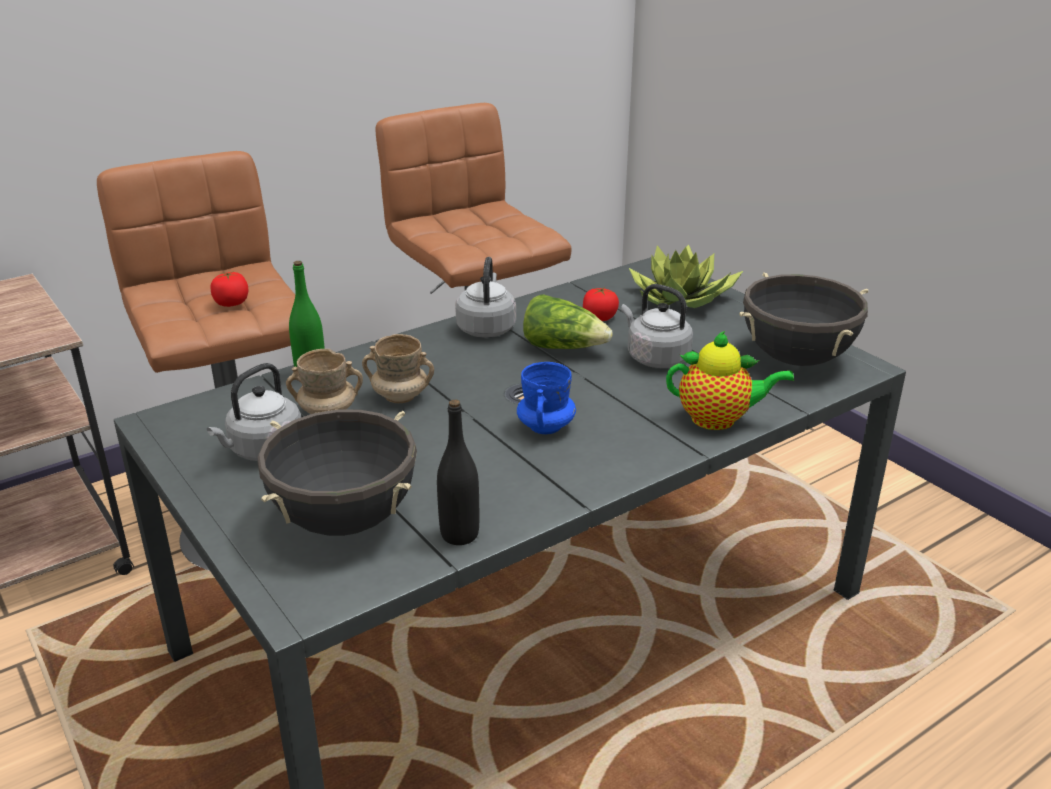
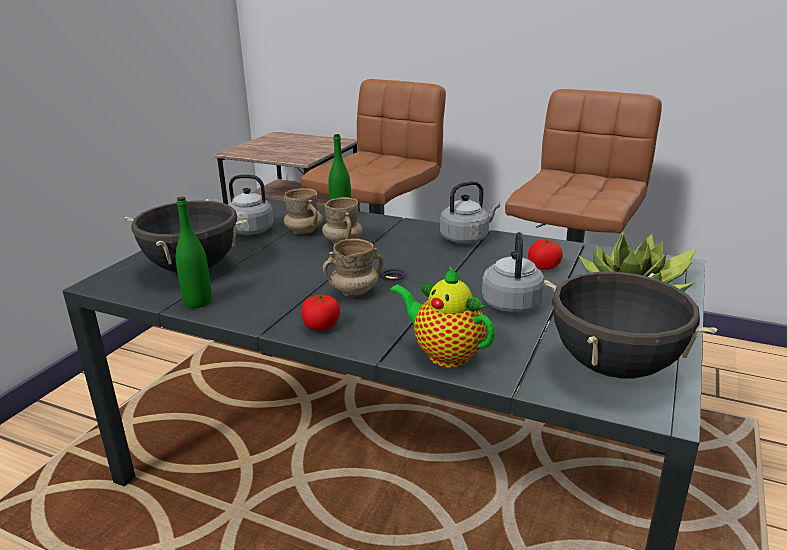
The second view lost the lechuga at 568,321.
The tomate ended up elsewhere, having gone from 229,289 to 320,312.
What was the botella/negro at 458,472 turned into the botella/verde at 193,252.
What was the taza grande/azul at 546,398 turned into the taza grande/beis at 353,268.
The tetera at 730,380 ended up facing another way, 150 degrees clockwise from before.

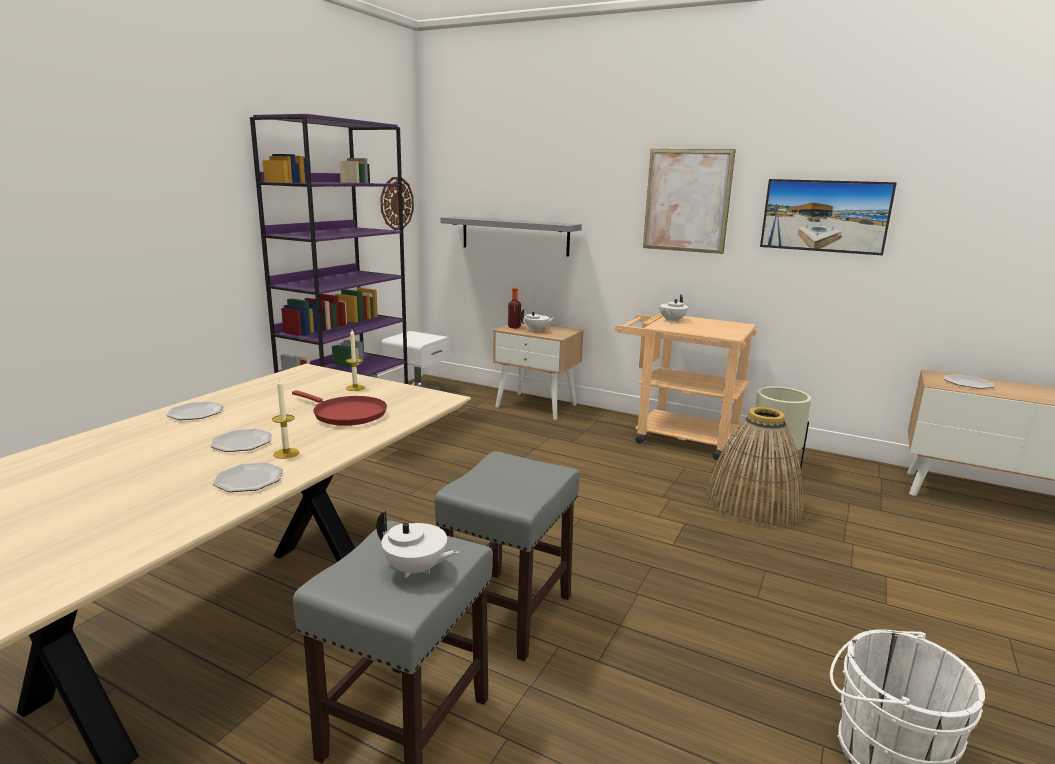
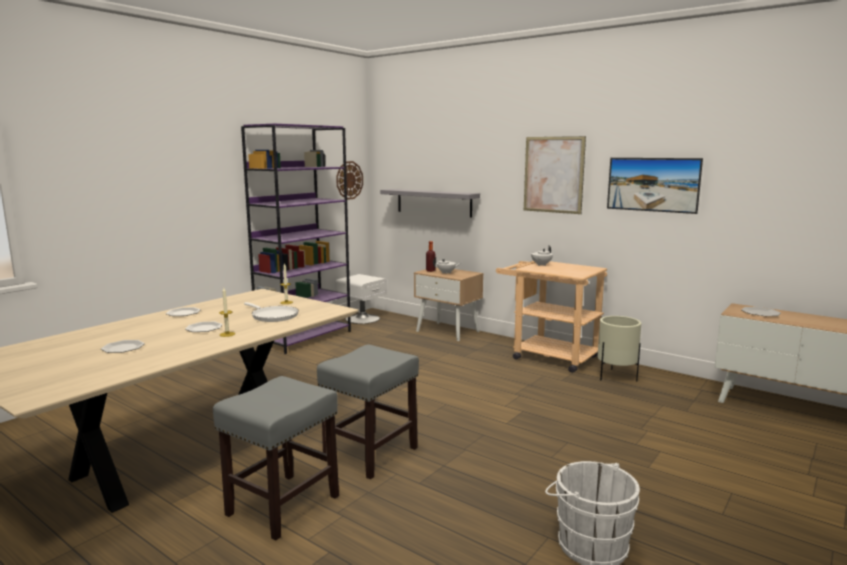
The second view lost the tetera/blanco at 417,544.
The second view lost the cesta at 755,467.
The plato ended up elsewhere, having gone from 248,477 to 123,346.
What was the sartén/rojo at 339,408 turned into the sartén/blanco at 271,312.

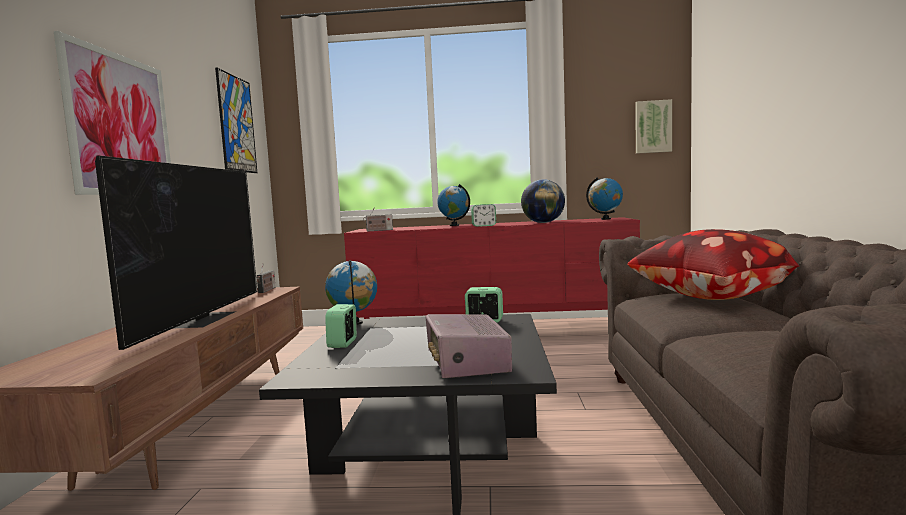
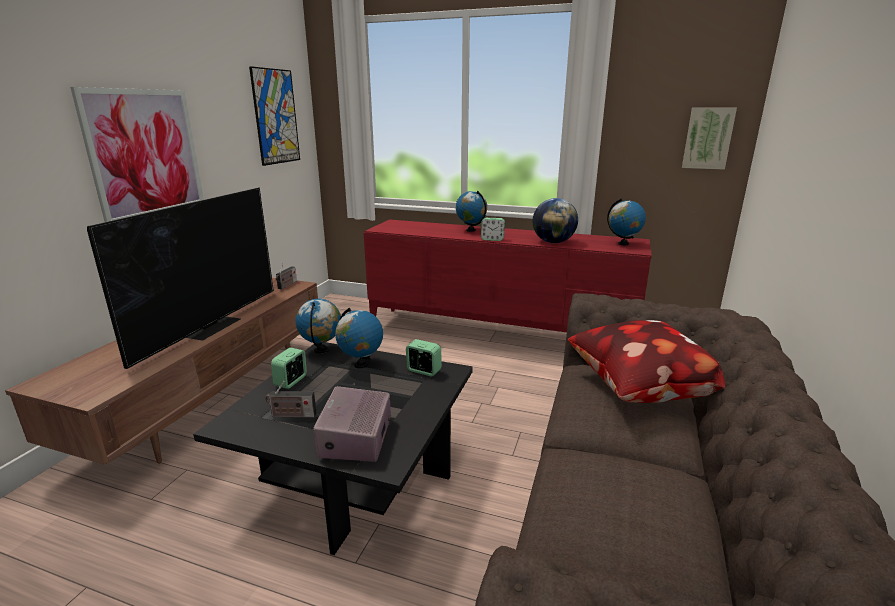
The second view gained the globo terráqueo at 359,338.
The radio ended up elsewhere, having gone from 378,219 to 290,399.

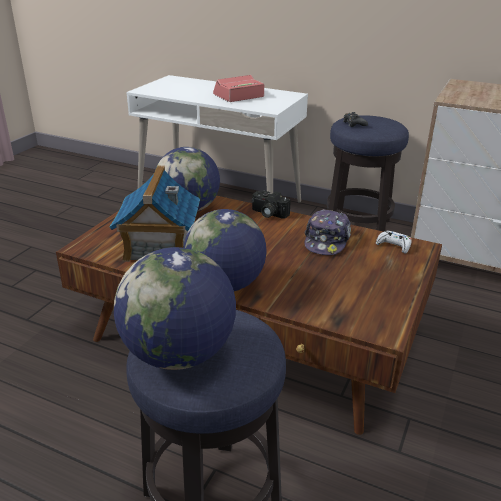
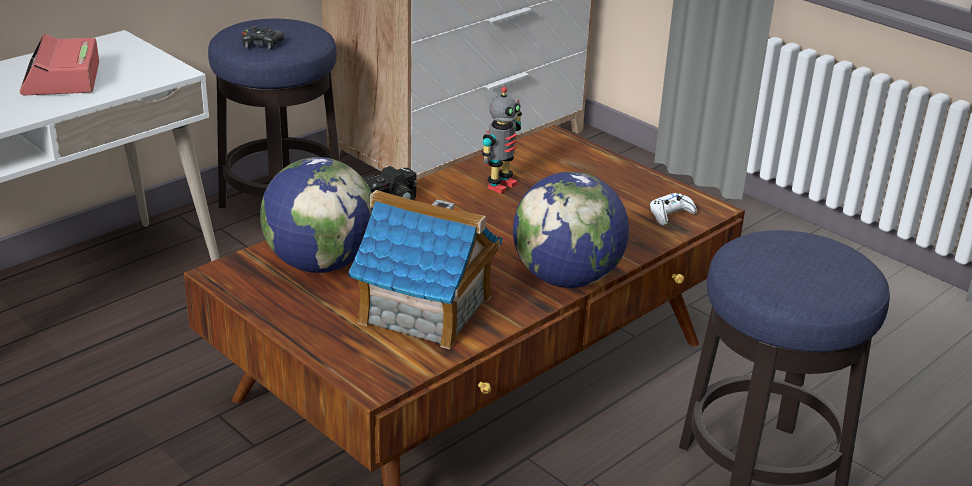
The second view lost the globo terráqueo at 175,308.
The mando de consola/blanco ended up elsewhere, having gone from 394,242 to 673,209.
Where the gorra stood at 327,232, the robot de juguete came to stand at 501,140.

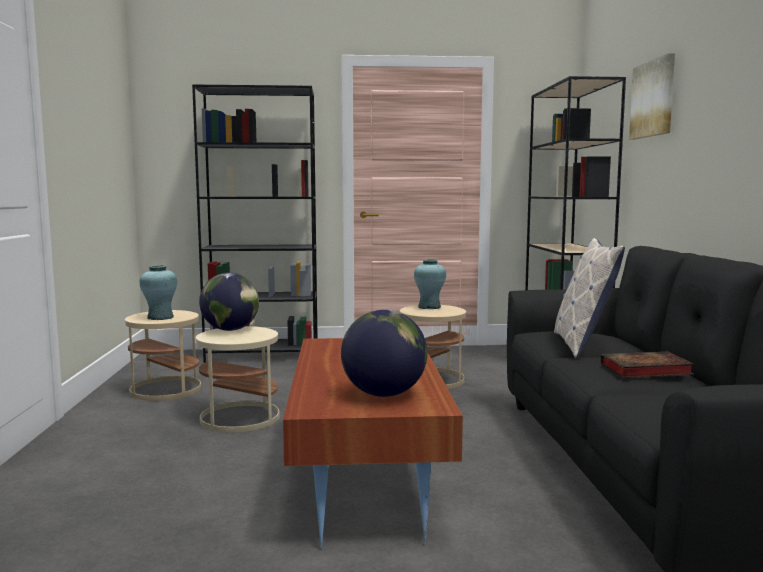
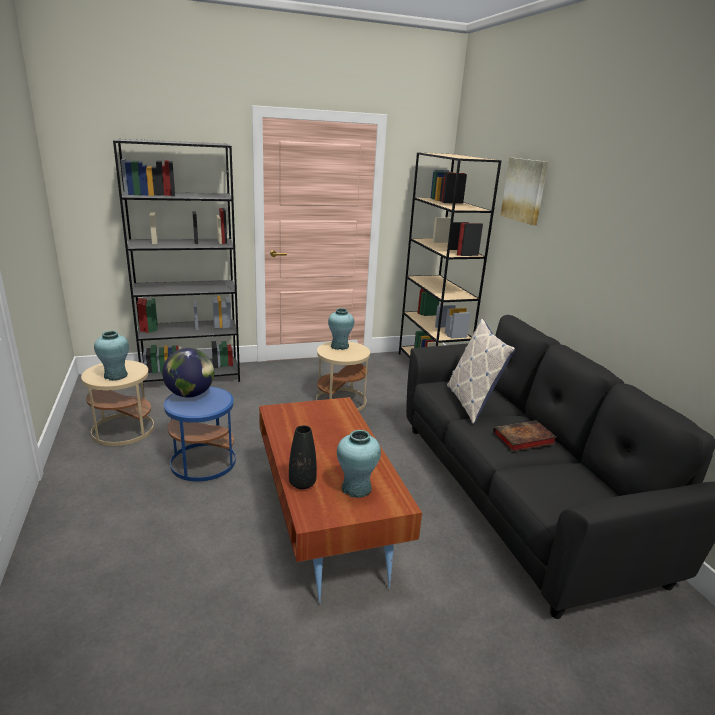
The second view gained the florero/negro at 303,457.
Where the globo terráqueo stood at 384,353, the florero/turquesa came to stand at 359,464.
What was the mesa auxiliar/beis at 238,379 turned into the mesa auxiliar/azul at 200,434.

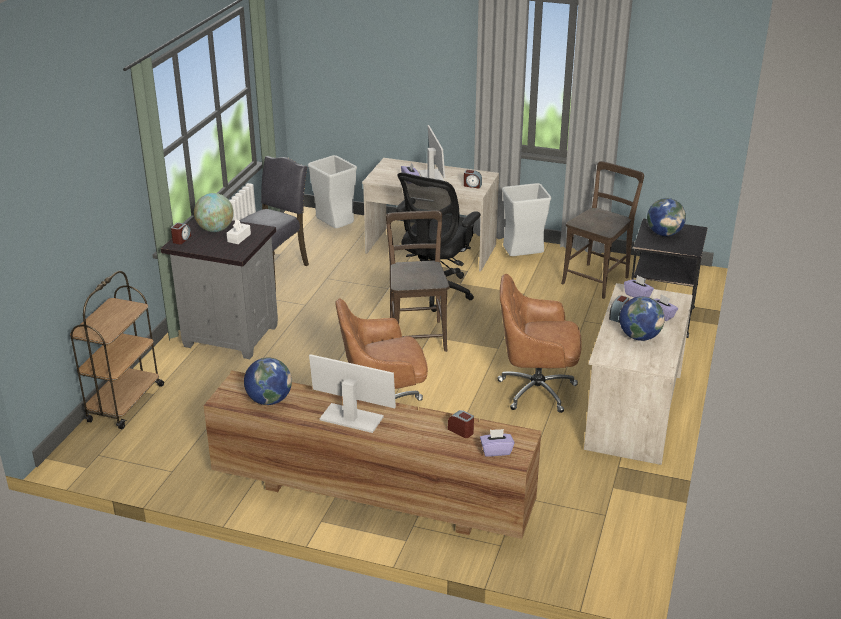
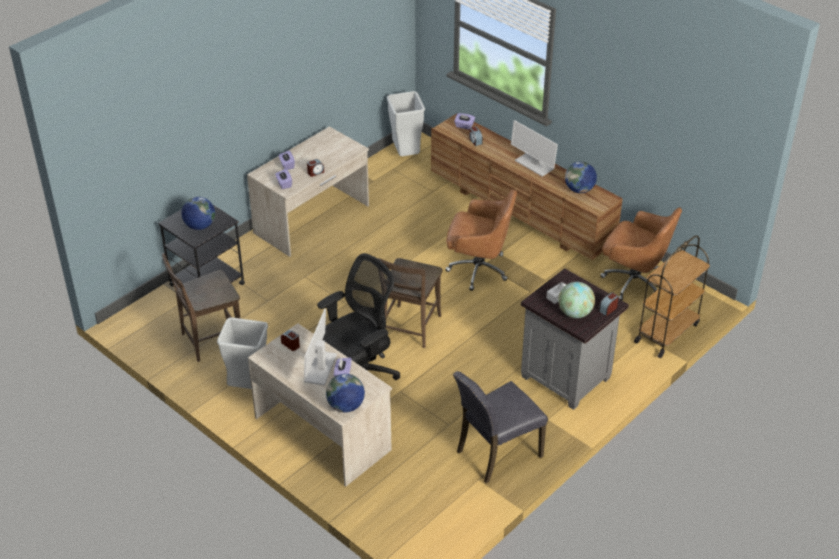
The papelera/gris ended up elsewhere, having gone from 332,191 to 406,123.
The silla de oficina/marrón ended up elsewhere, having gone from 539,343 to 641,253.
The globo terráqueo ended up elsewhere, having gone from 642,318 to 345,393.

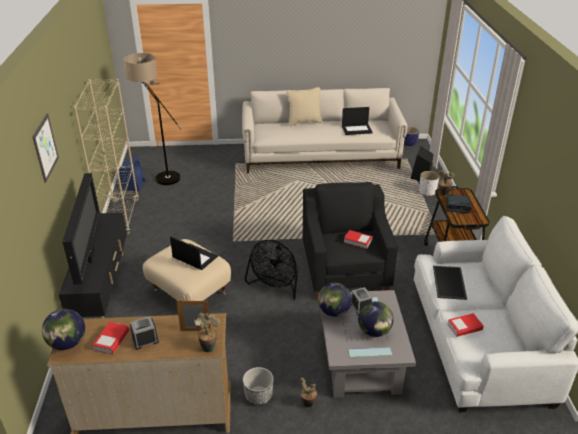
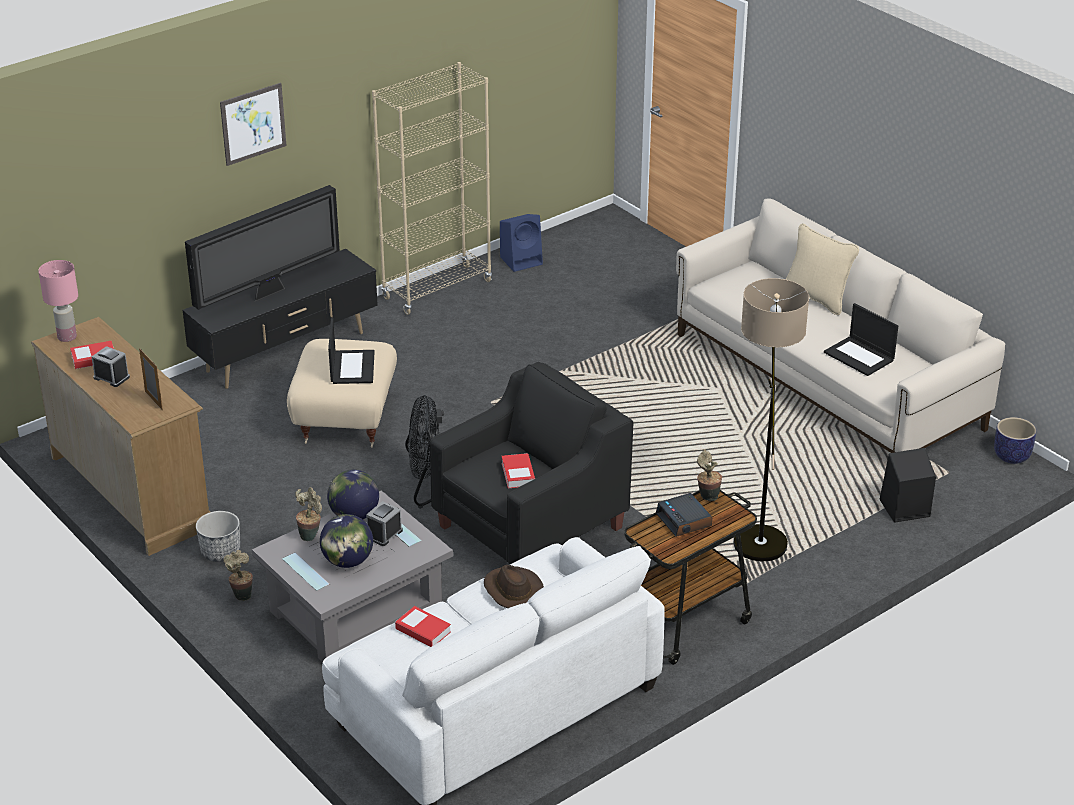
The second view lost the maceta/blanco at 429,183.
The lámpara de pie ended up elsewhere, having gone from 153,119 to 771,420.
The planta en maceta ended up elsewhere, having gone from 207,333 to 309,514.
Where the globo terráqueo stood at 63,329, the lámpara de mesa/rosa came to stand at 58,301.
Where the bandeja stood at 450,283, the sombrero/marrón came to stand at 514,586.

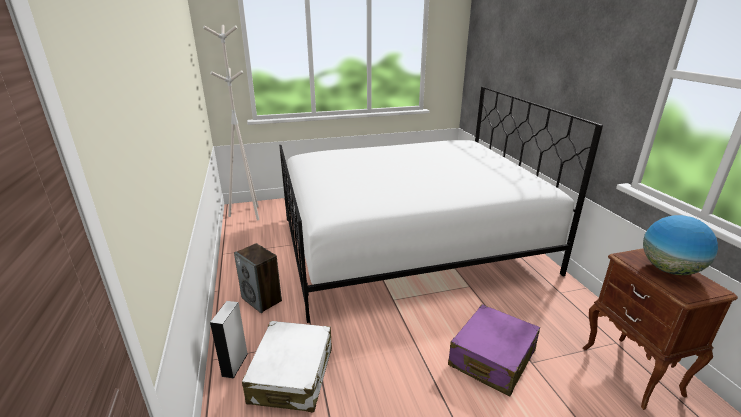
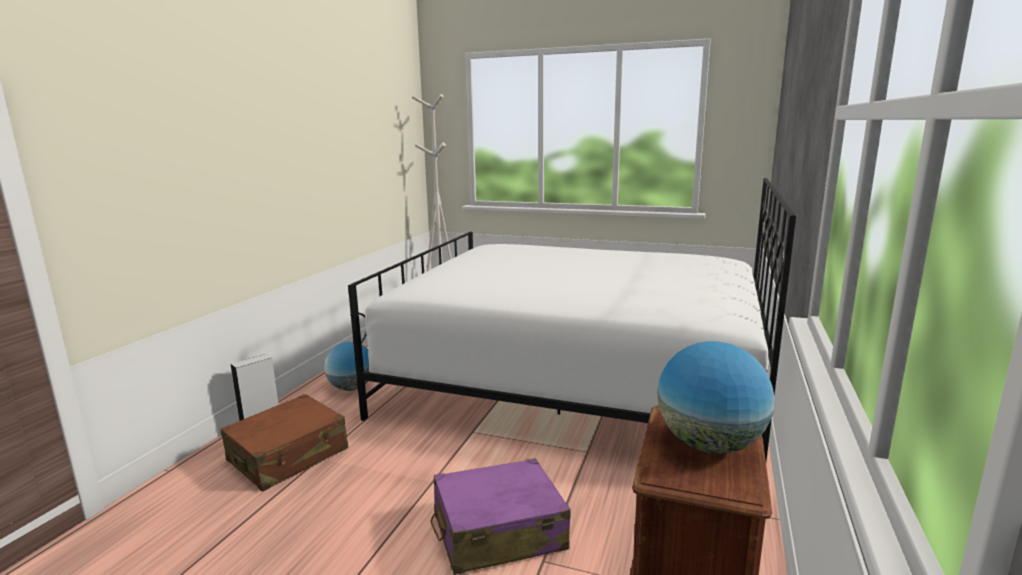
Where the altavoz stood at 258,278, the globo terráqueo came to stand at 346,366.
What was the maleta/blanco at 287,366 turned into the maleta/marrón at 284,442.

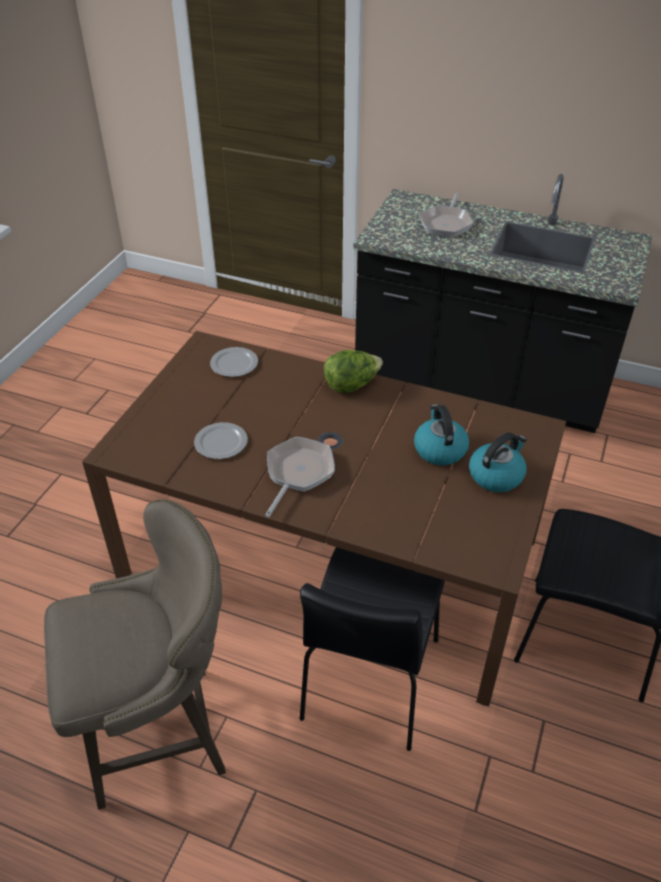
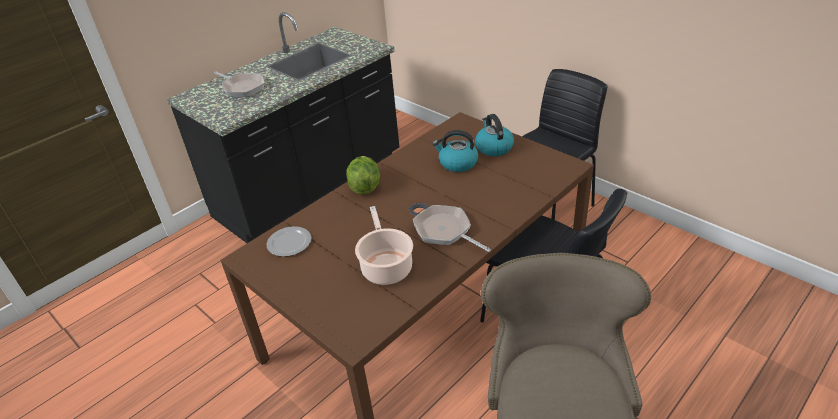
Where the plato stood at 221,440, the olla came to stand at 384,245.

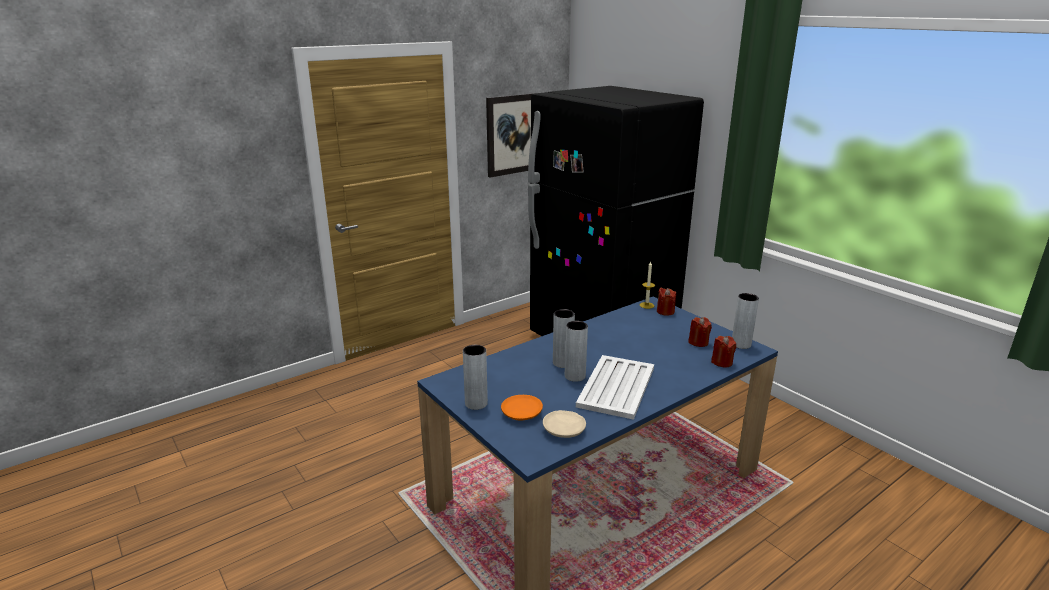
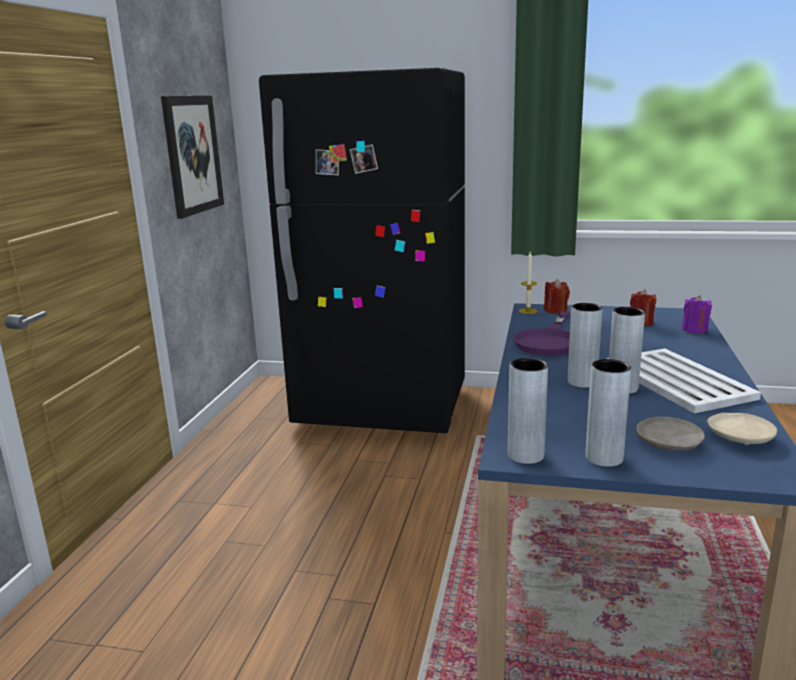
The second view gained the sartén/morado at 541,334.
The florero/gris ended up elsewhere, having gone from 745,321 to 528,411.
What was the plato/naranja at 522,407 turned into the plato/beis at 671,434.
What was the vela/rojo at 723,351 turned into the vela/morado at 697,314.

